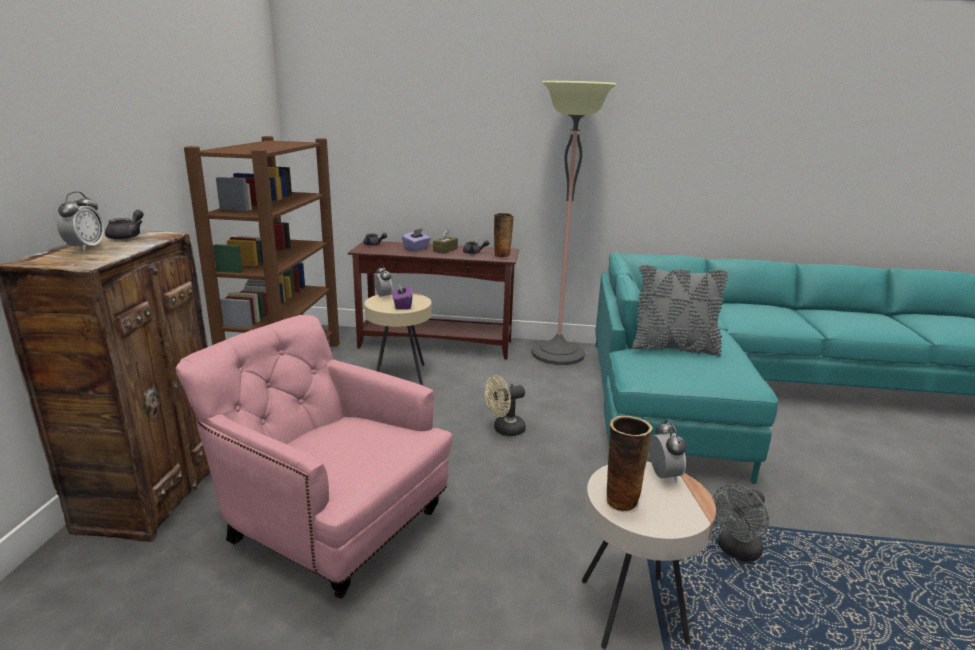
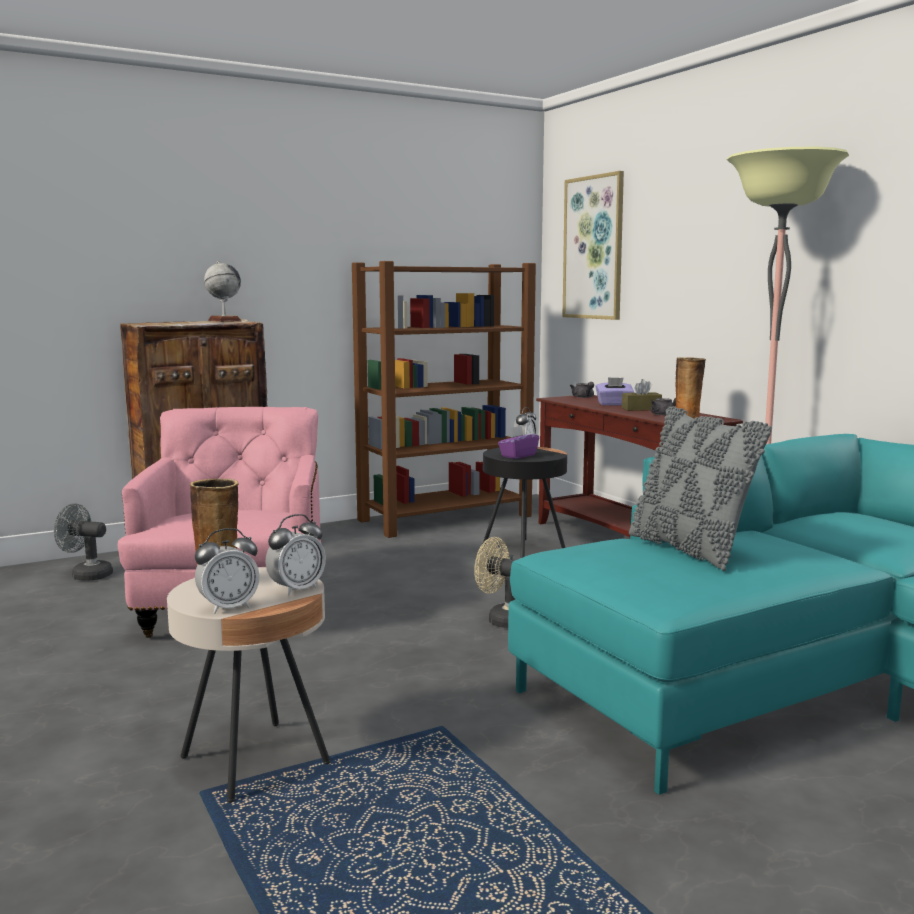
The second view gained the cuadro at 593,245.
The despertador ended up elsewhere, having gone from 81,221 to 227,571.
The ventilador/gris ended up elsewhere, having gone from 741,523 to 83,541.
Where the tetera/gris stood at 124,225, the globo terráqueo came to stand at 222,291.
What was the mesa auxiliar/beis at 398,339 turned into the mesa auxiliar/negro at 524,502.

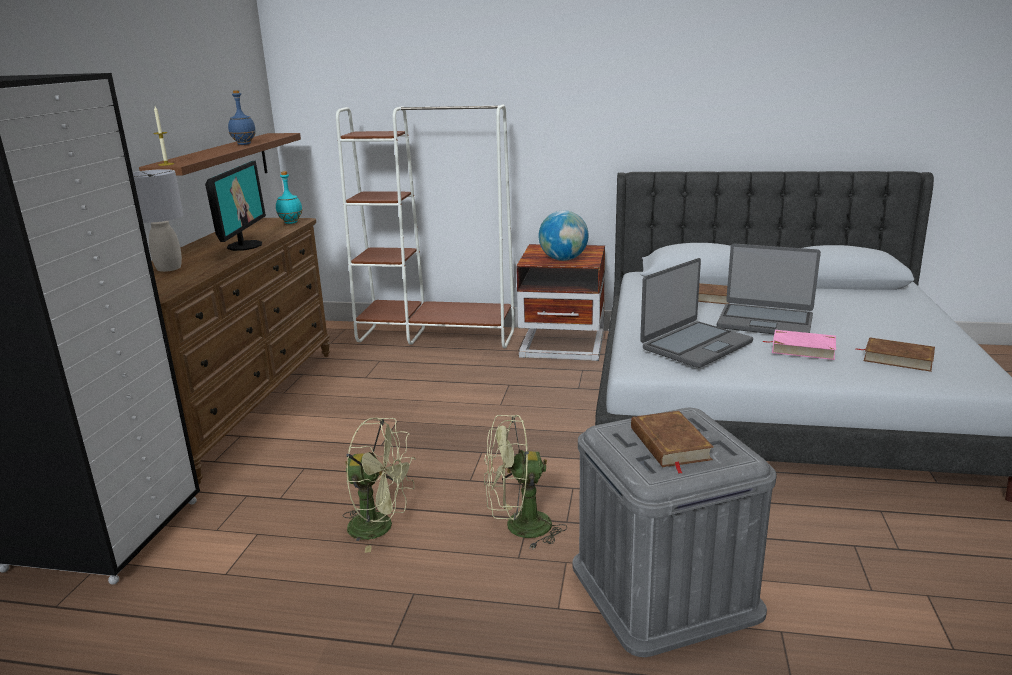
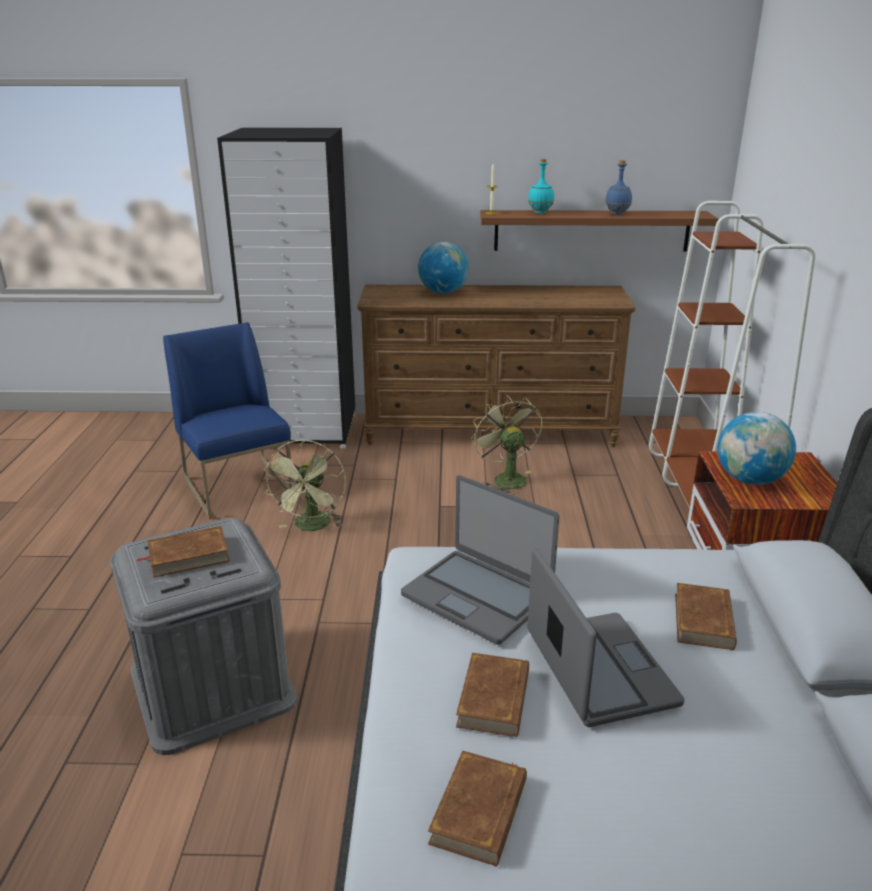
The second view lost the monitor at 235,206.
The second view gained the silla/azul at 228,420.
The botella/turquesa ended up elsewhere, having gone from 289,197 to 541,186.
The ventilador/verde ended up elsewhere, having gone from 525,482 to 506,445.
Where the lámpara de mesa/gris stood at 158,220, the globo terráqueo came to stand at 443,268.
What was the libro/rosa at 799,345 turned into the libro/marrón at 492,695.
The portátil at 769,288 ended up facing another way, 150 degrees clockwise from before.

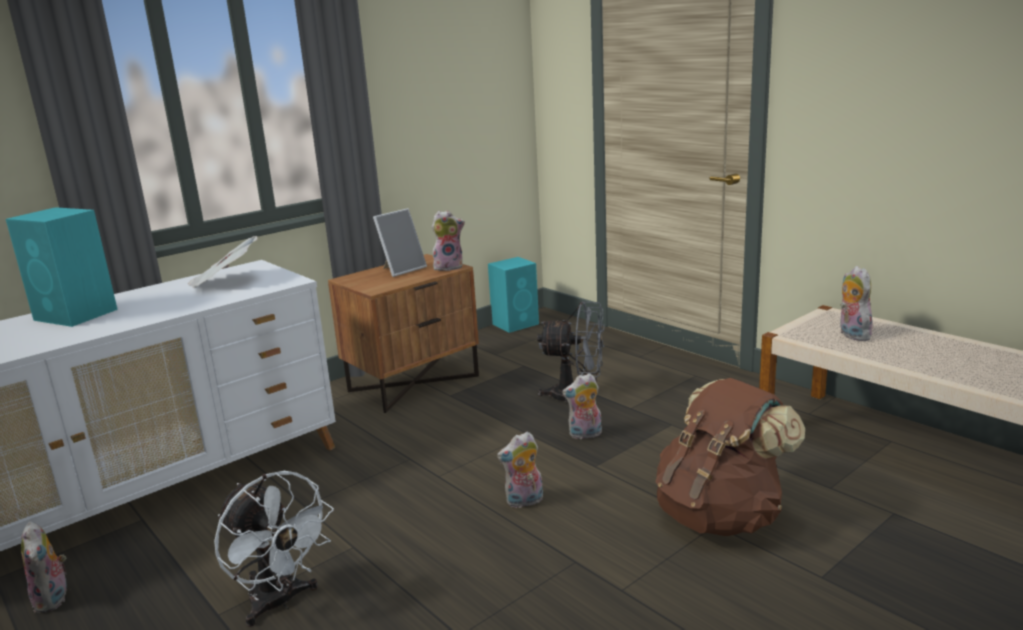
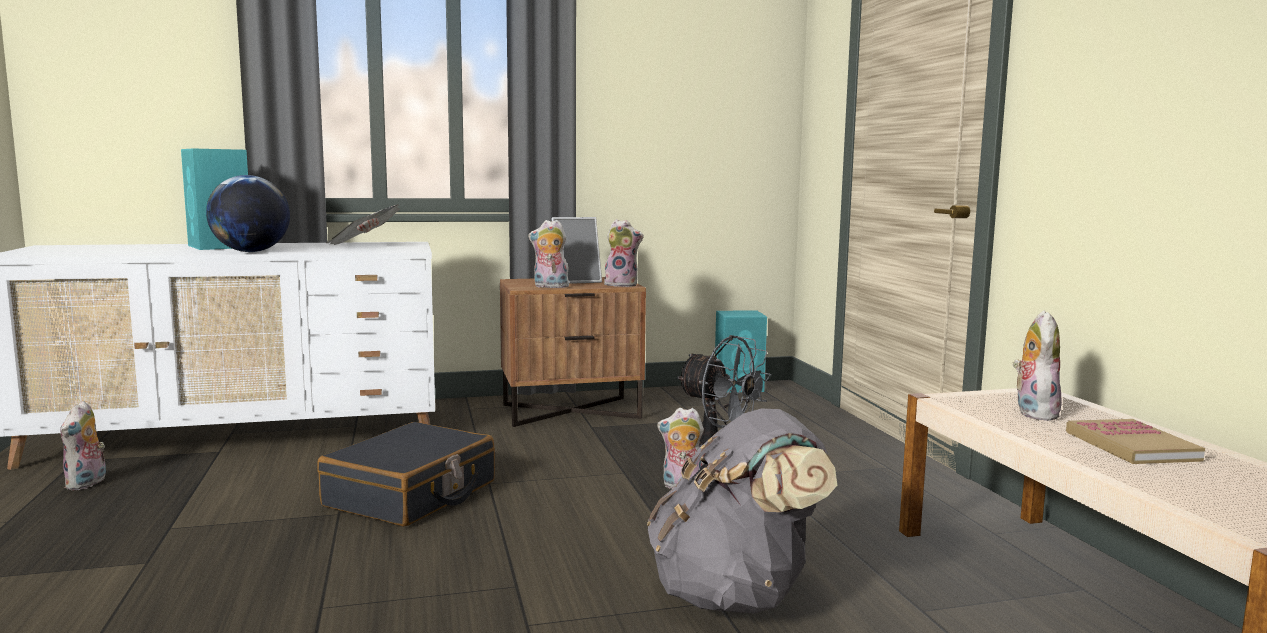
The second view lost the ventilador/blanco at 274,549.
The second view gained the globo terráqueo at 248,213.
The second view gained the maleta/negro at 406,474.
The second view gained the libro at 1135,441.
The peluche ended up elsewhere, having gone from 520,470 to 548,254.
What was the mochila/marrón at 730,457 turned into the mochila/gris at 742,511.

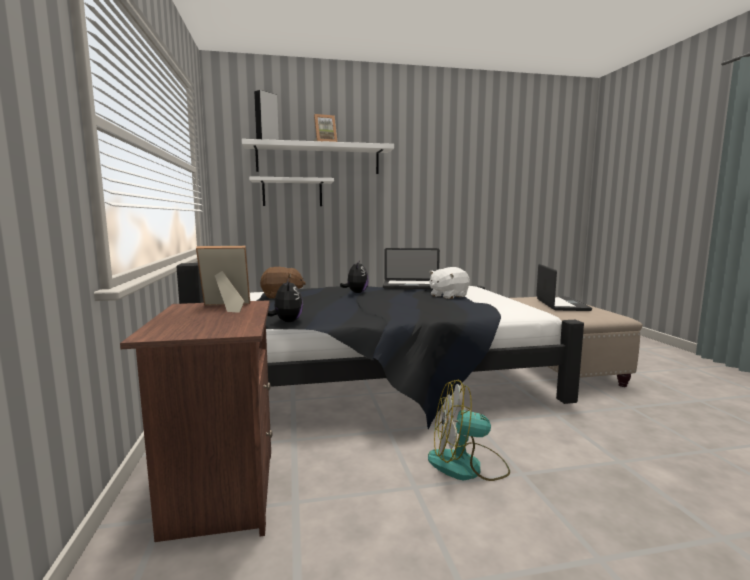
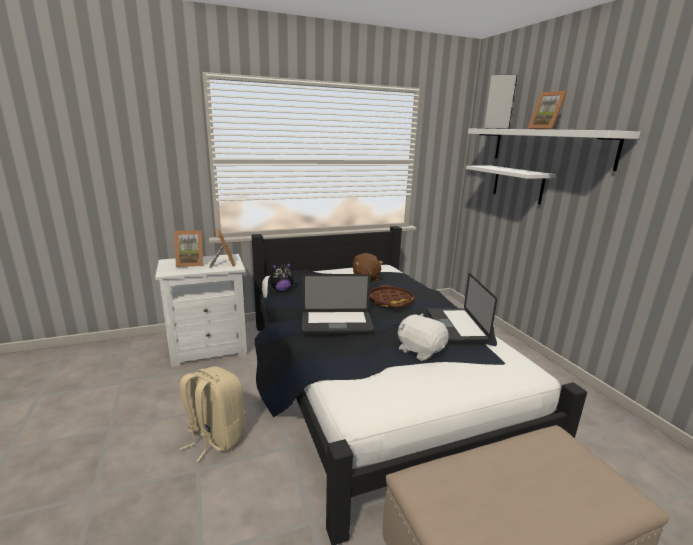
The second view gained the portarretratos at 188,248.
The portátil ended up elsewhere, having gone from 564,287 to 338,304.
Where the peluche stood at 354,277, the bandeja/marrón came to stand at 392,296.
Where the ventilador stood at 469,430, the mochila/beis came to stand at 212,414.
What was the mesita de noche/marrón at 196,421 turned into the mesita de noche/blanco at 201,310.

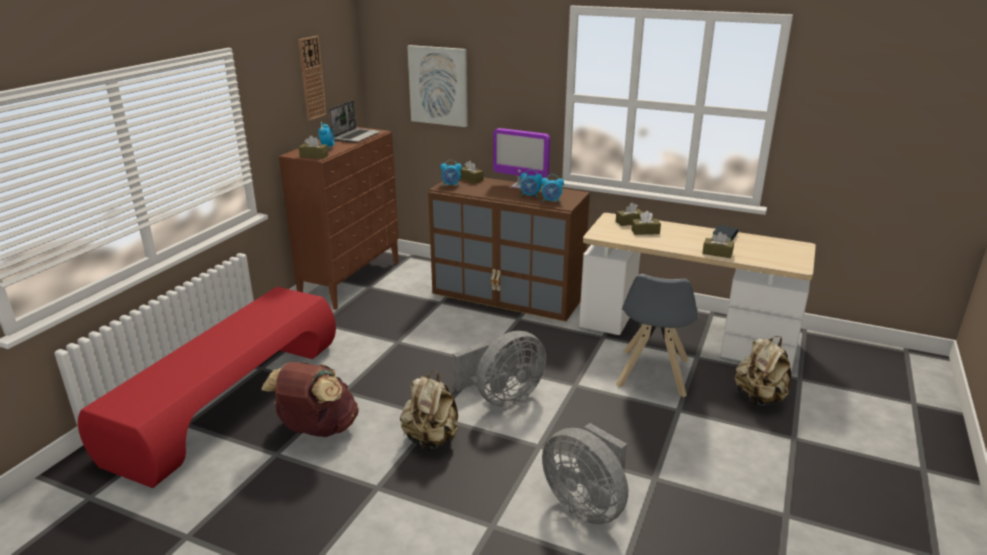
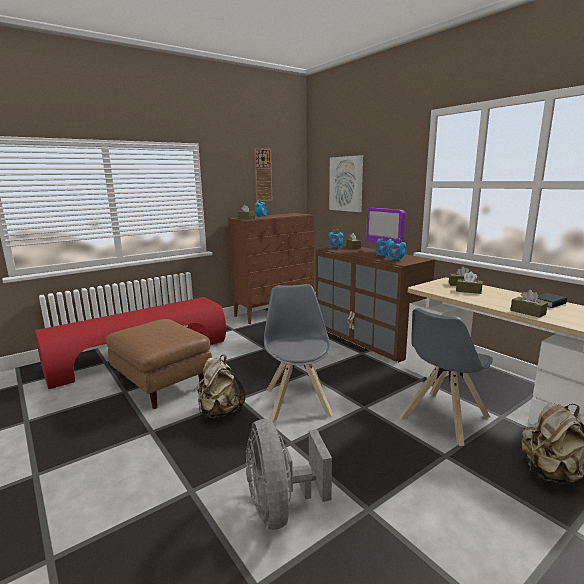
The second view lost the portátil at 355,121.
Where the mochila/marrón stood at 310,399, the puf/marrón came to stand at 159,364.
Where the ventilador/gris stood at 499,369, the silla/gris came to stand at 298,353.

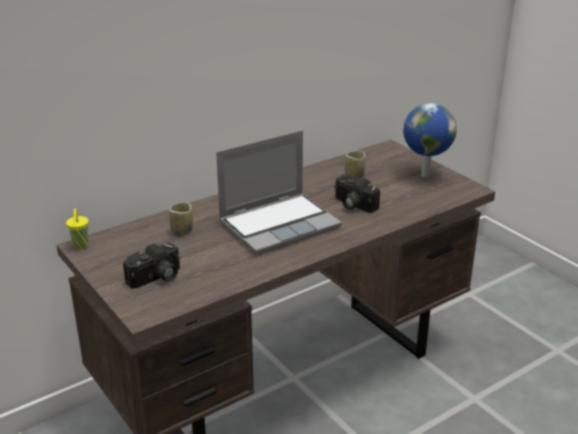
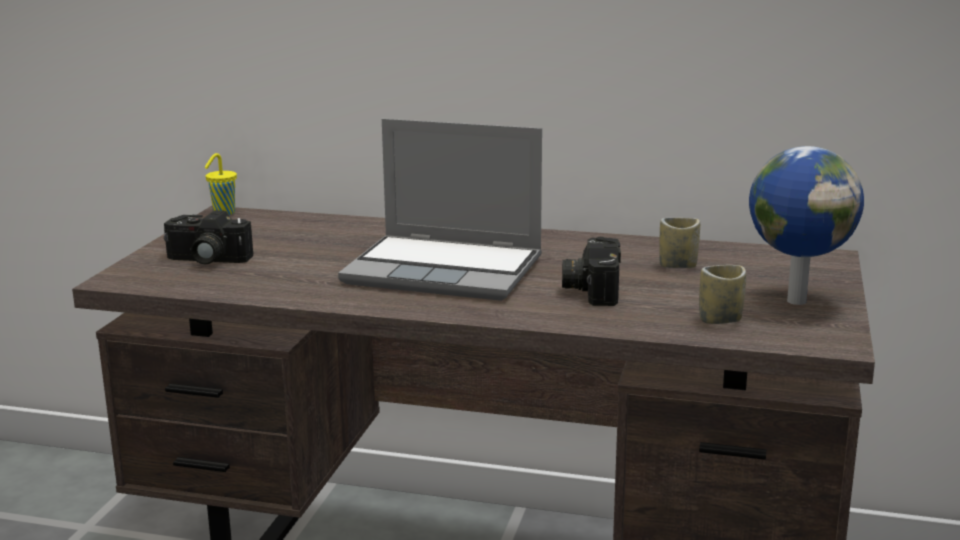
The taza ended up elsewhere, having gone from 181,219 to 722,294.

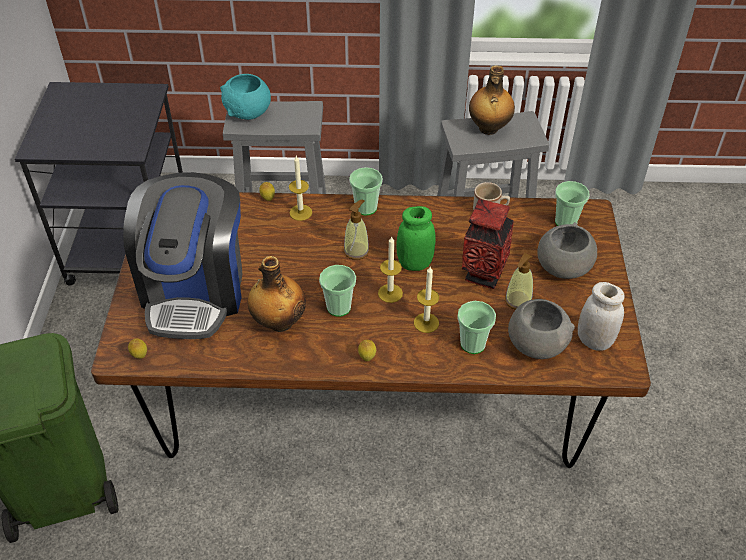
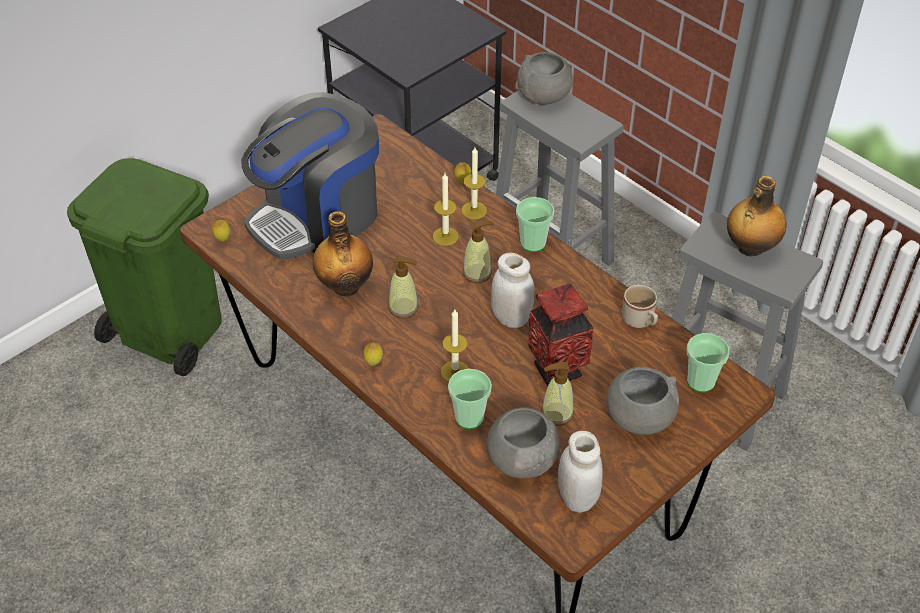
The vela ended up elsewhere, having gone from 390,269 to 446,209.
Where the taza stood at 337,291, the dispensador de jabón came to stand at 403,286.
What was the cuenco/turquesa at 245,97 turned into the cuenco/gris at 544,78.
What was the tarro/verde at 416,238 turned into the tarro/blanco at 513,290.

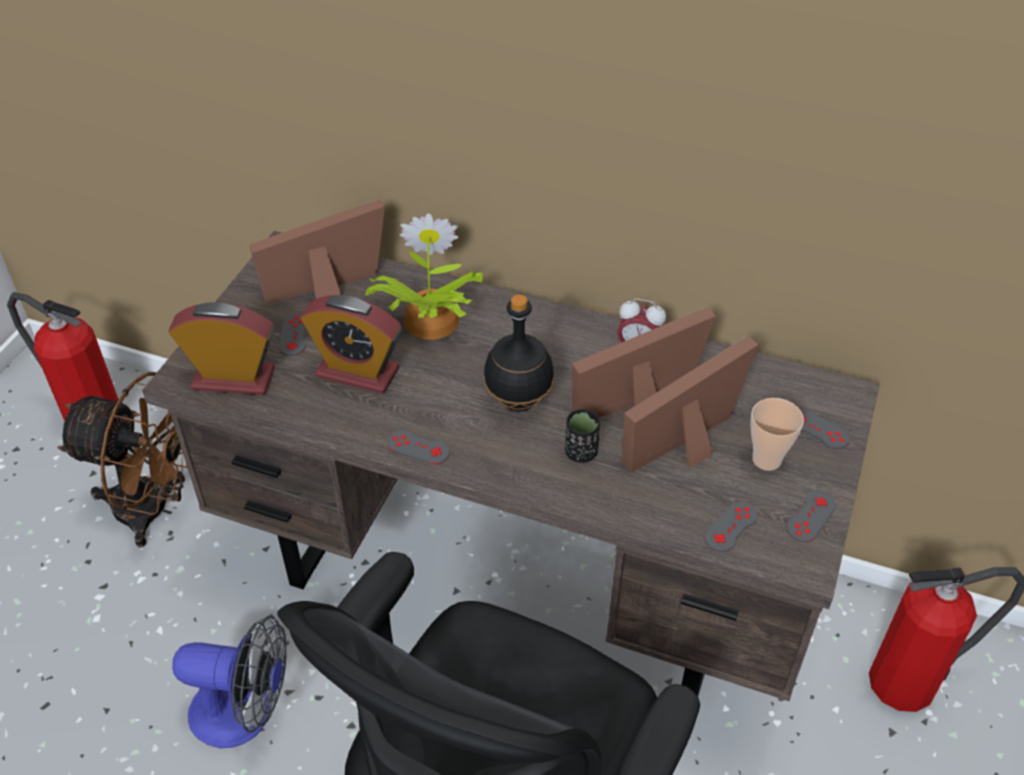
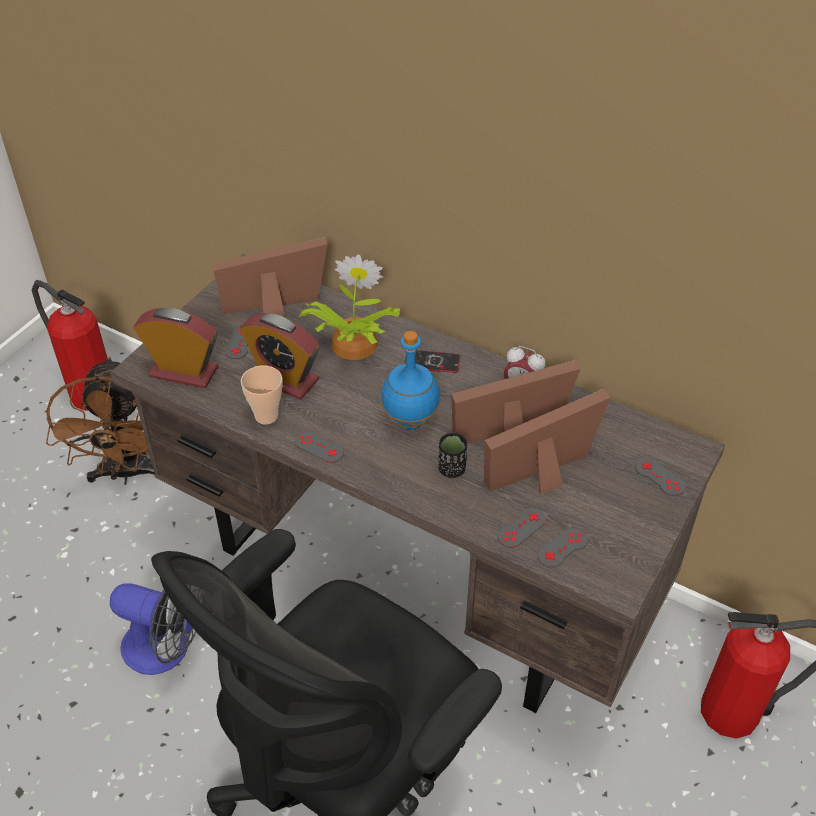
The second view gained the móvil at 432,361.
The taza ended up elsewhere, having gone from 777,434 to 262,394.
The mando de consola/gris ended up elsewhere, having gone from 811,516 to 521,528.
What was the botella/negro at 519,353 turned into the botella/azul at 410,380.
The ventilador/marrón at 122,459 ended up facing another way, 60 degrees clockwise from before.

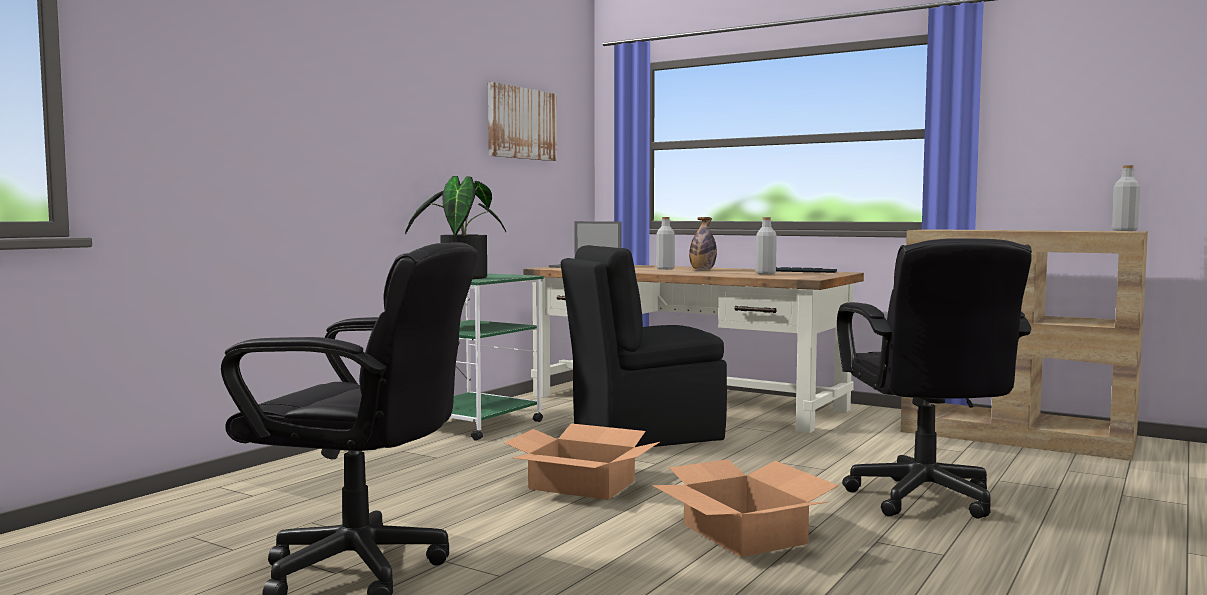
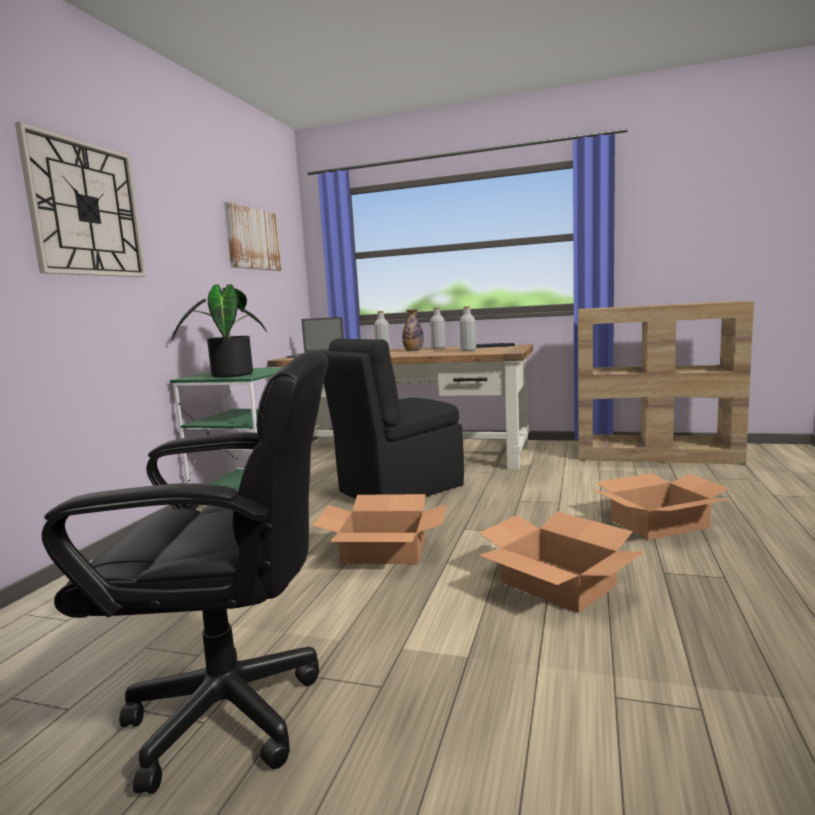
The second view gained the reloj de pared at 80,199.
The botella/gris ended up elsewhere, having gone from 1126,198 to 438,328.
Where the silla de oficina/negro stood at 934,378, the caja de cartón came to stand at 662,506.

